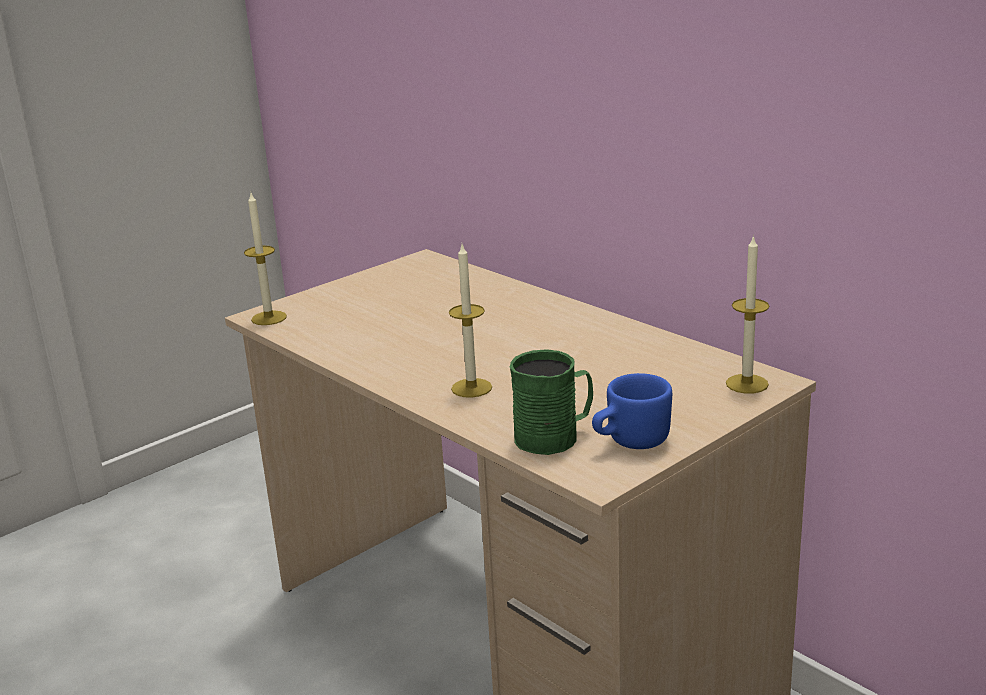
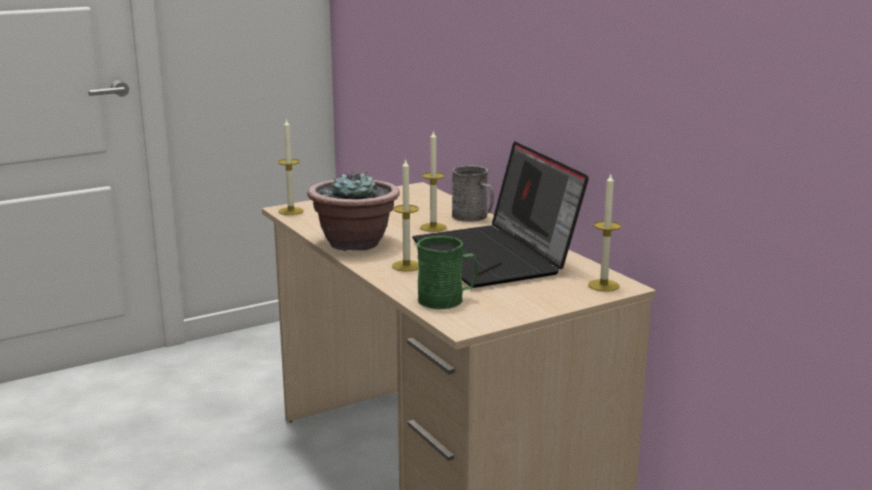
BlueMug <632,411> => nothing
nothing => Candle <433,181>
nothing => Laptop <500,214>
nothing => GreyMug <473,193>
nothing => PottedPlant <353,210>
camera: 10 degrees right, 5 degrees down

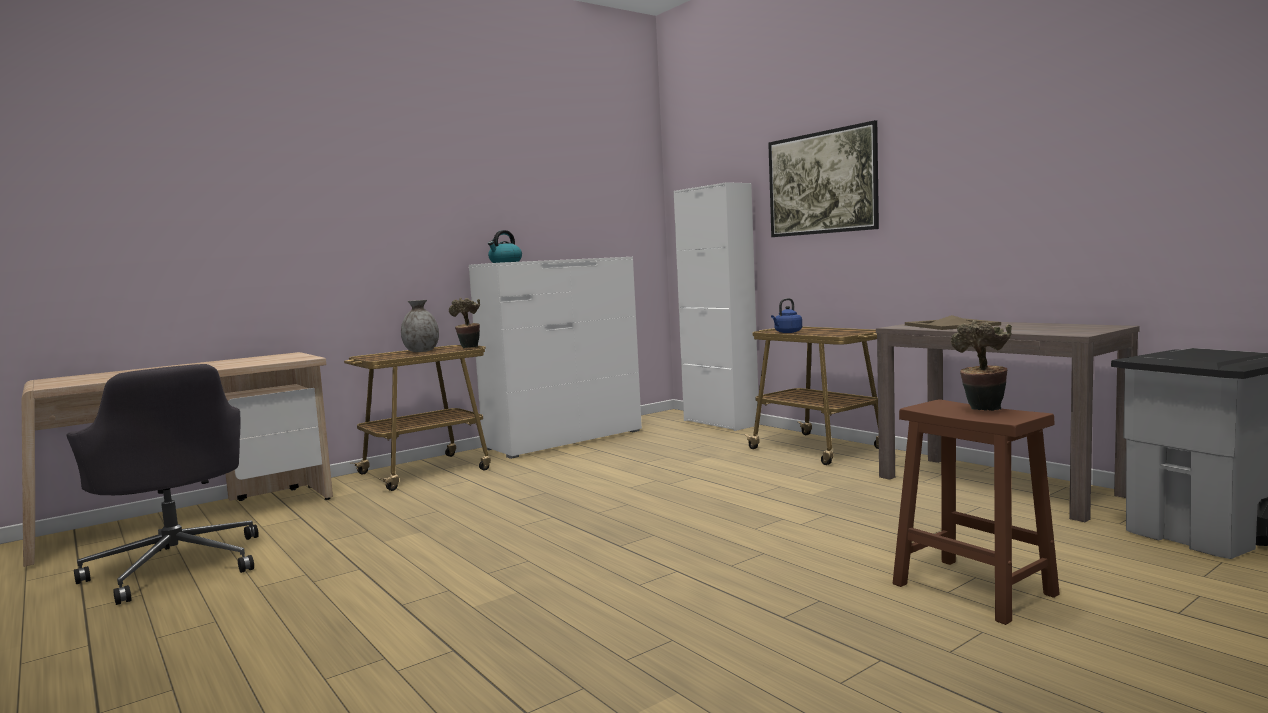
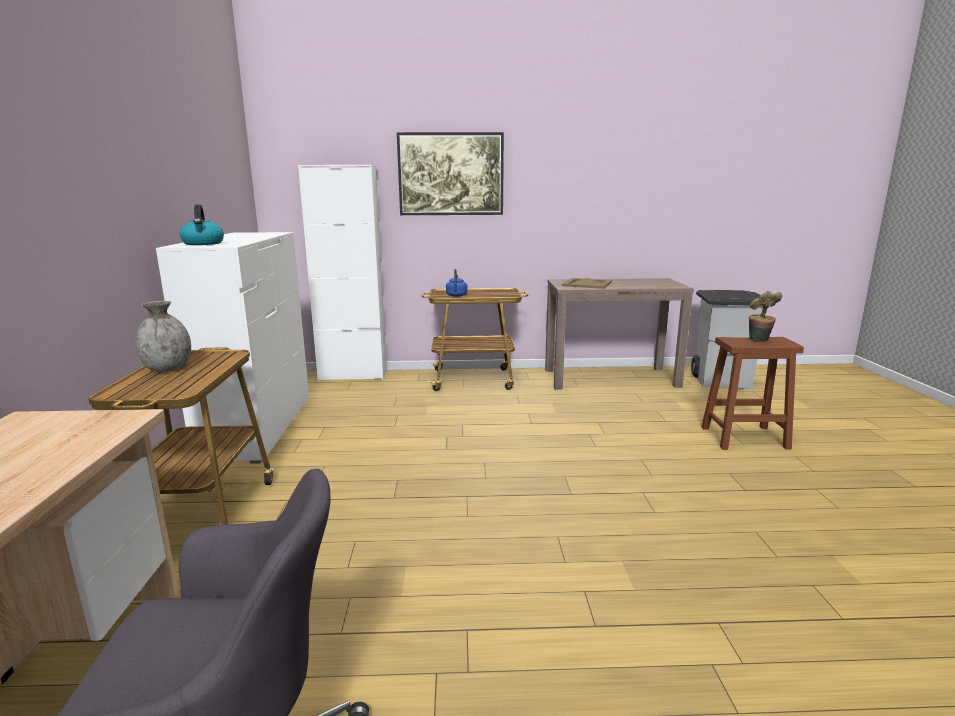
PottedPlant <464,322> => nothing
camera: 55 degrees left, 10 degrees up

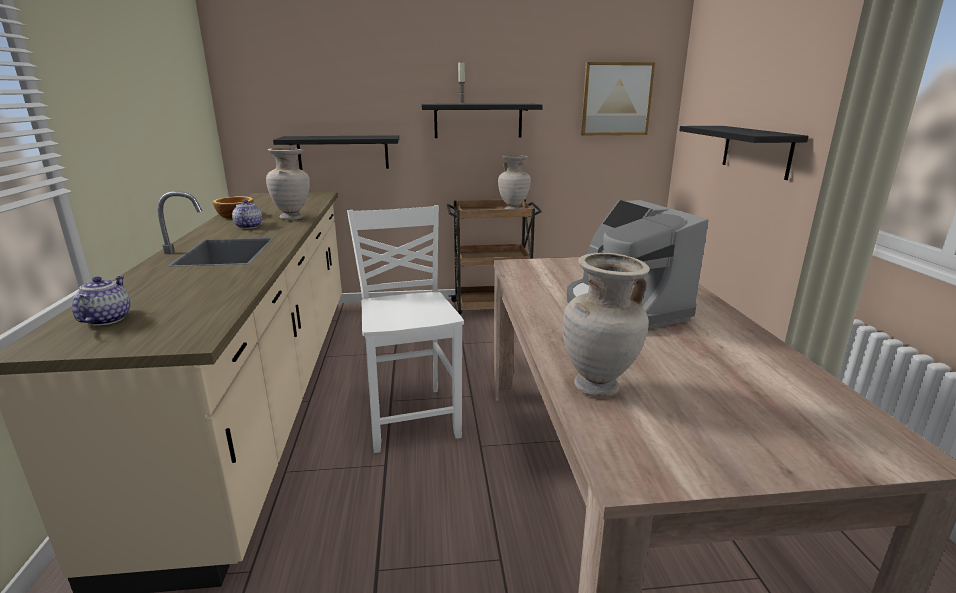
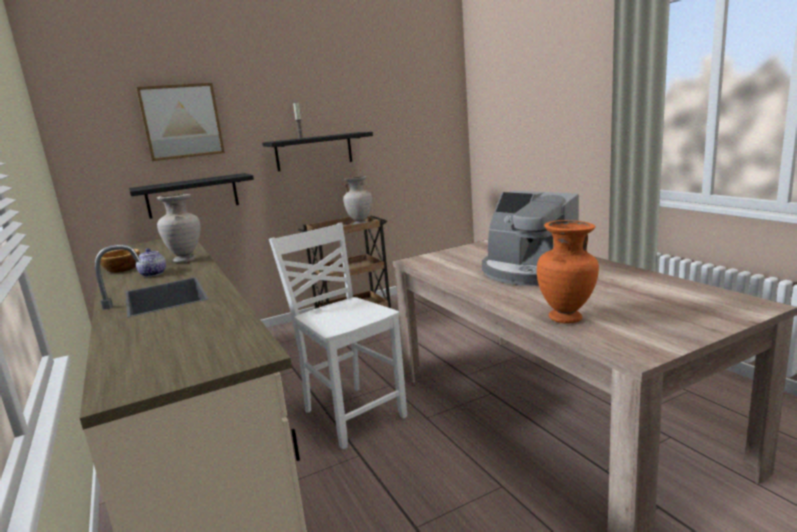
Picture <618,98> => Picture <180,122>, relocated
BlackShelf <744,153> => nothing
BeigeVase <606,325> => OrangeVase <568,272>
Teapot <101,301> => nothing
camera: 20 degrees left, 5 degrees down

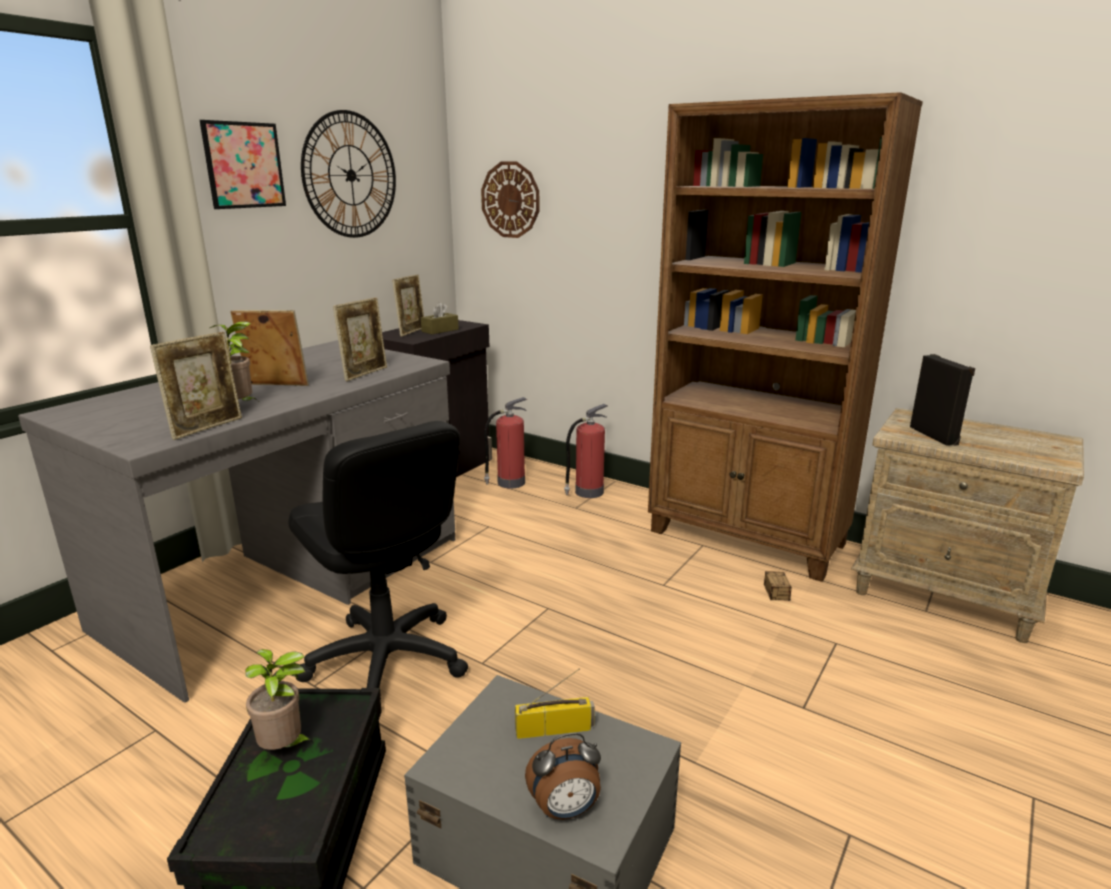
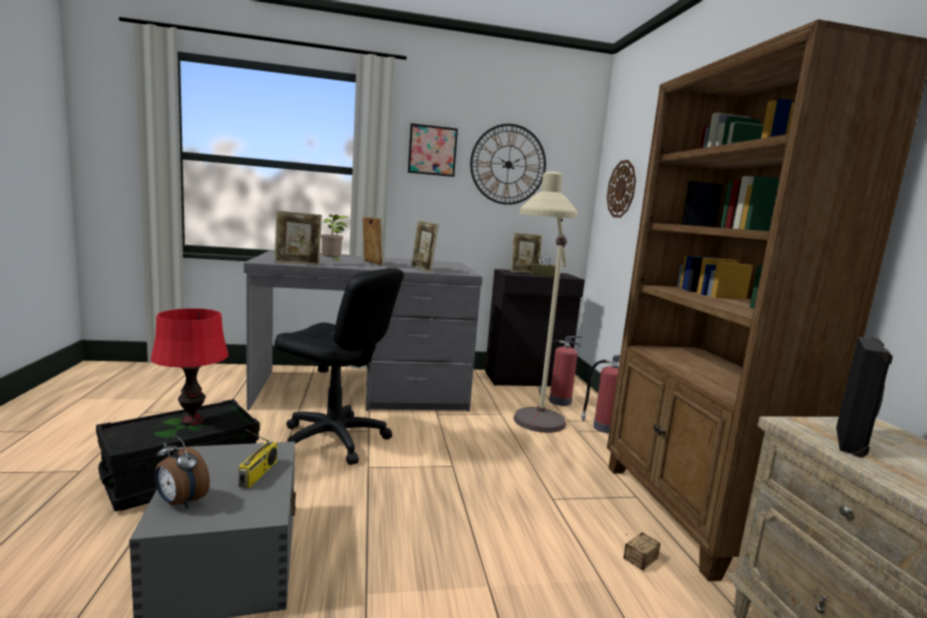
PictureFrame <360,339> => PictureFrame <425,246>, 75 degrees clockwise
BlackOfficeChair <378,554> => BlackOfficeChair <339,366>, 75 degrees counterclockwise
PottedPlant <279,699> => RedTableLamp <189,366>
Radio <555,703> => Radio <258,459>, 60 degrees clockwise
nothing => BeigeFloorLamp <546,302>
camera: 45 degrees right, 10 degrees down

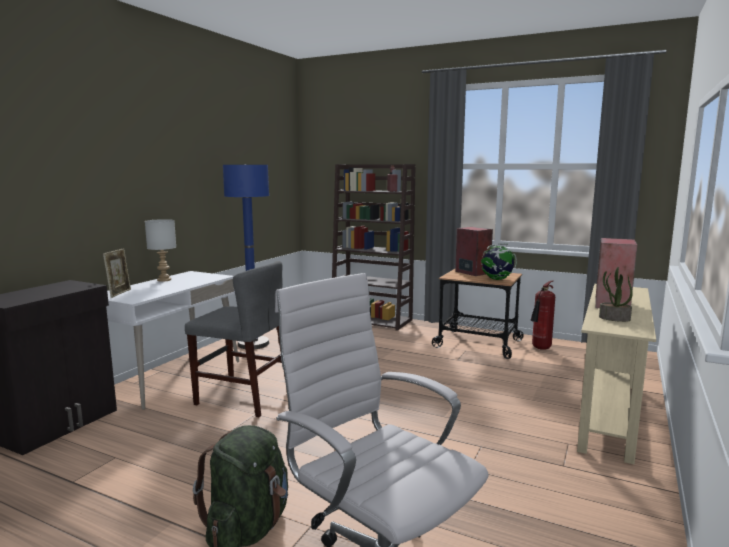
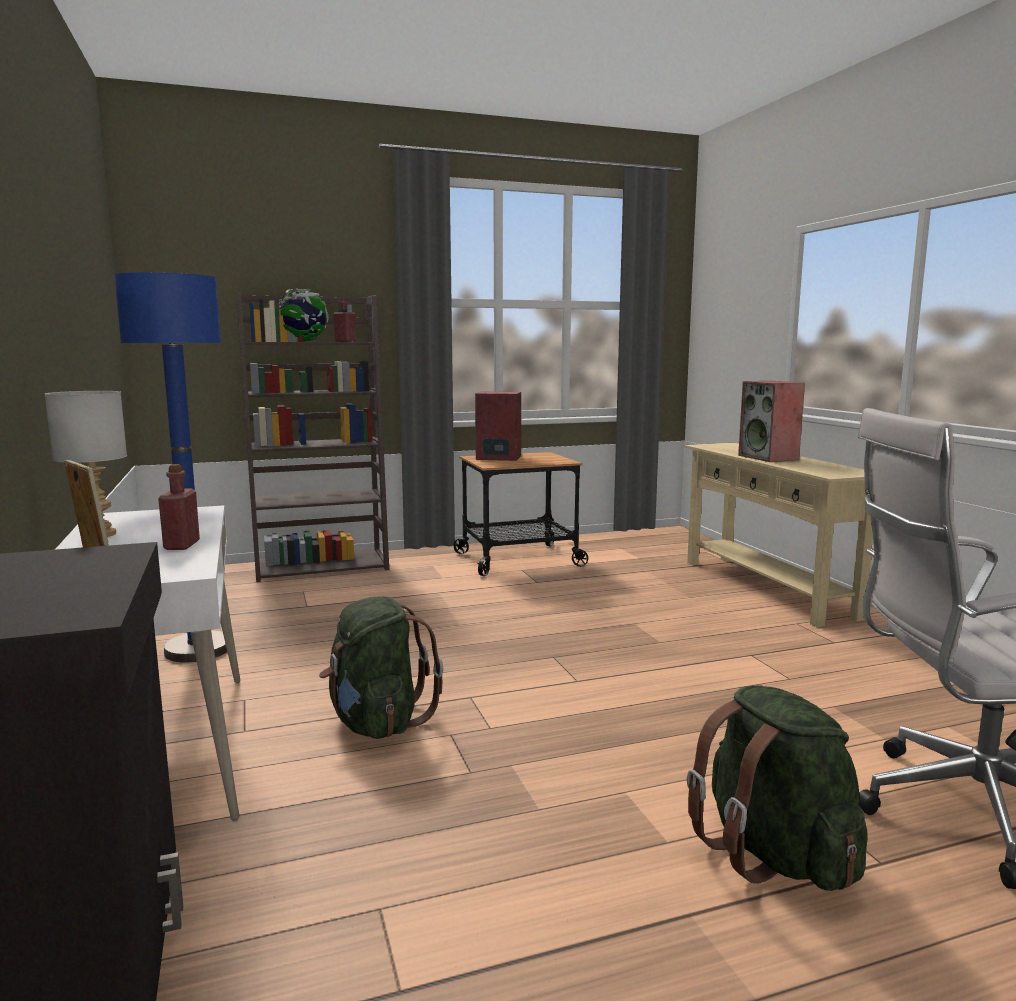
Globe <499,261> => Globe <304,315>, relocated
GreyChair <235,339> => GreenBackpack <381,667>
PottedPlant <616,294> => nothing
FireExtinguisher <542,315> => nothing
nothing => RedBottle <179,507>
camera: 45 degrees left, 0 degrees up

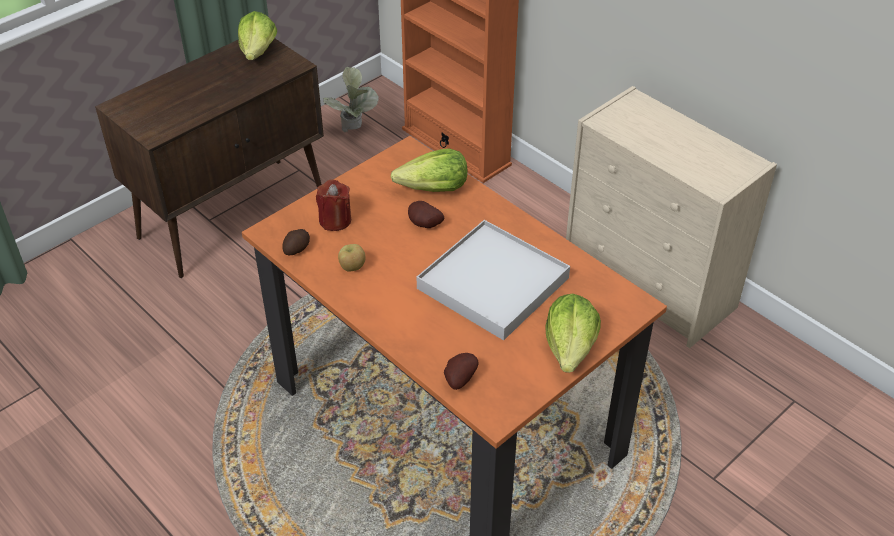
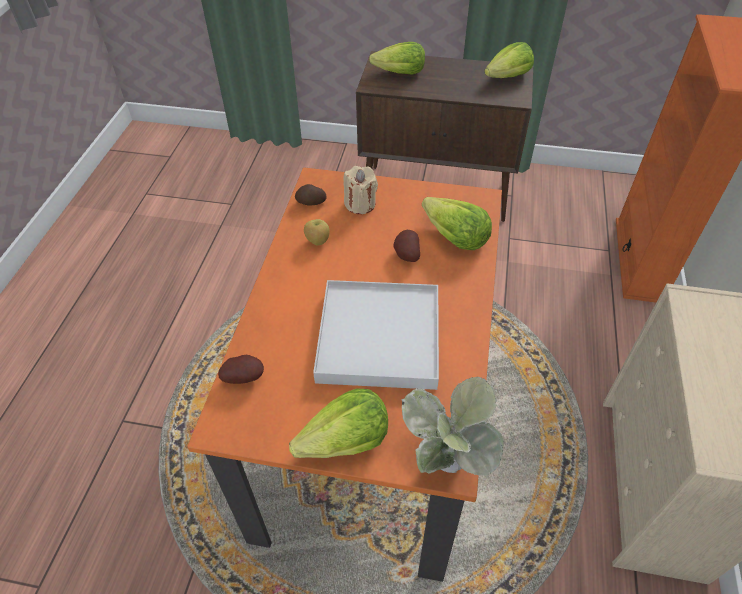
PottedPlant <351,99> => PottedPlant <452,426>, relocated
RedCandle <333,205> => BeigeCandle <360,190>
nothing => Lettuce <397,58>
camera: 55 degrees right, 5 degrees up

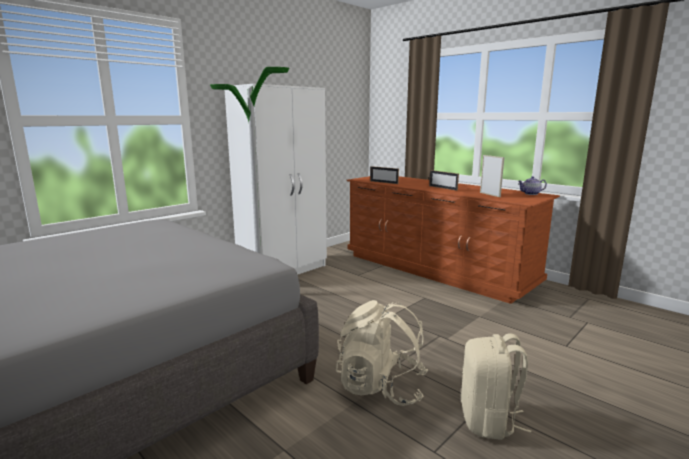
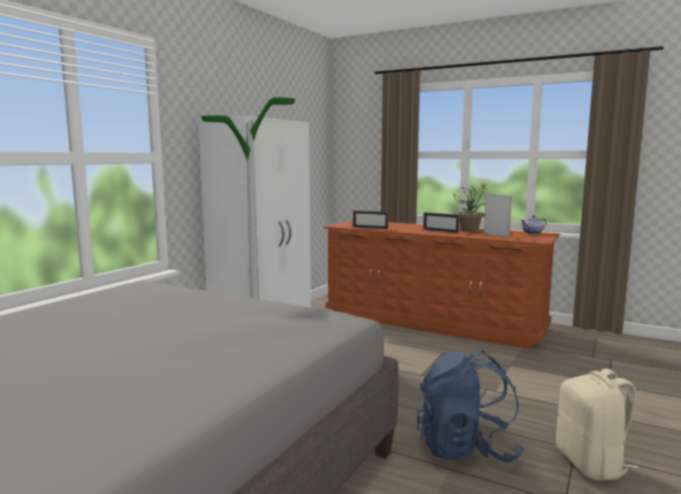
BeigeBackpack <382,353> => BlueBackpack <471,407>
nothing => PottedPlant <469,208>
camera: 15 degrees left, 5 degrees down

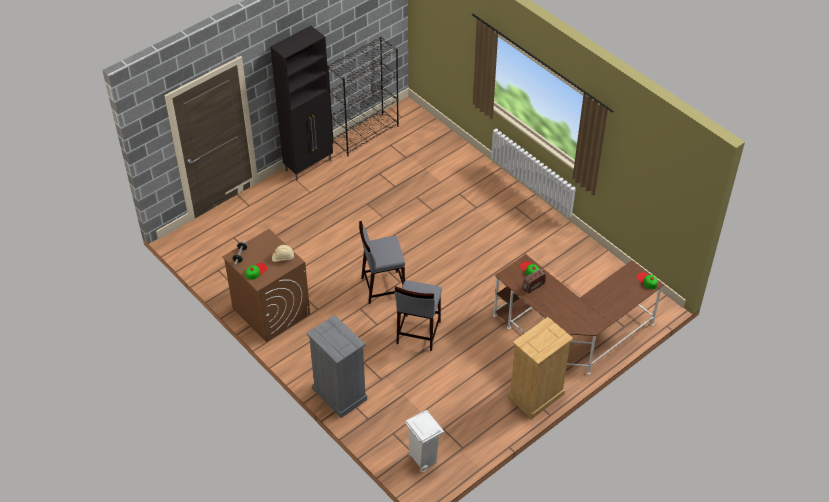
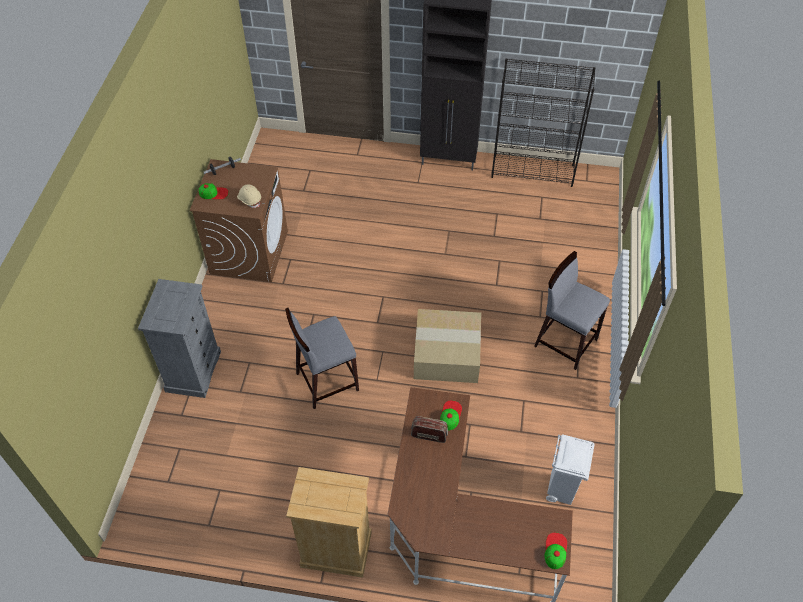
GreyStool <382,262> => GreyStool <572,310>, relocated
WhiteTrashCan <424,441> => WhiteTrashCan <570,469>, relocated
nothing => CardboardBox <447,346>
camera: 50 degrees right, 5 degrees up

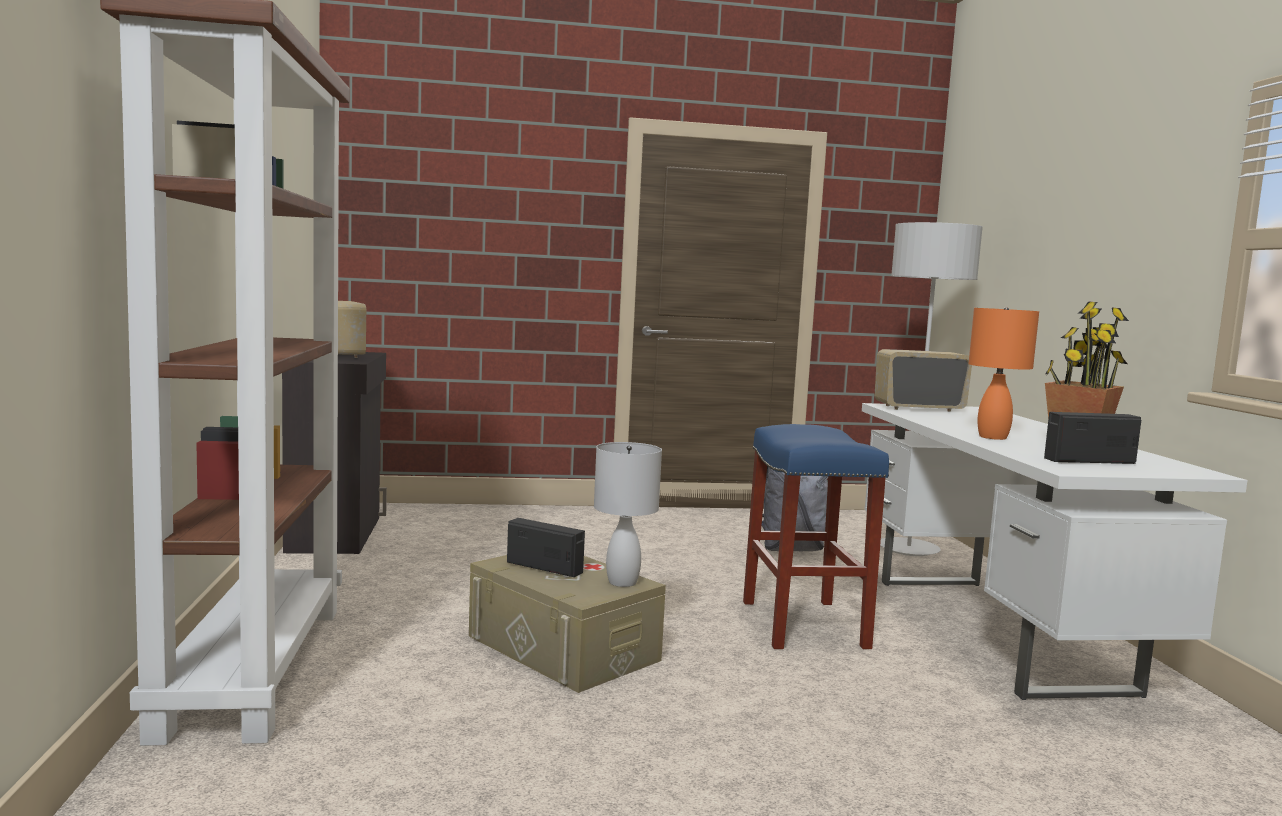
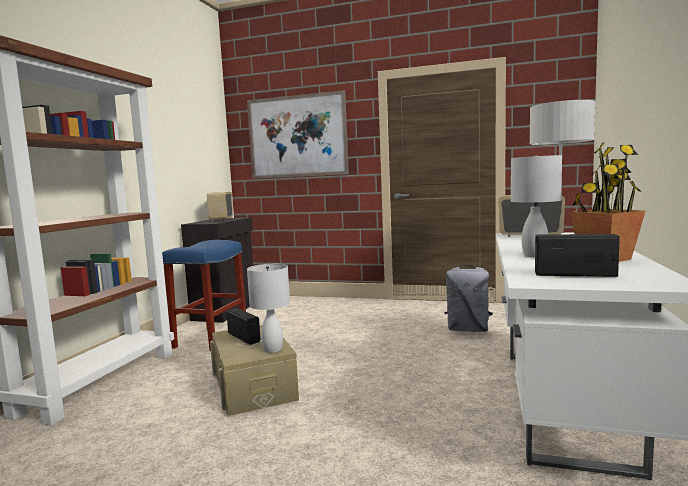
OrangeTableLamp <1003,373> => WhiteTableLamp <536,206>
BlueStool <816,536> => BlueStool <204,296>, relocated
nothing => Picture <298,134>
camera: 25 degrees right, 0 degrees up

